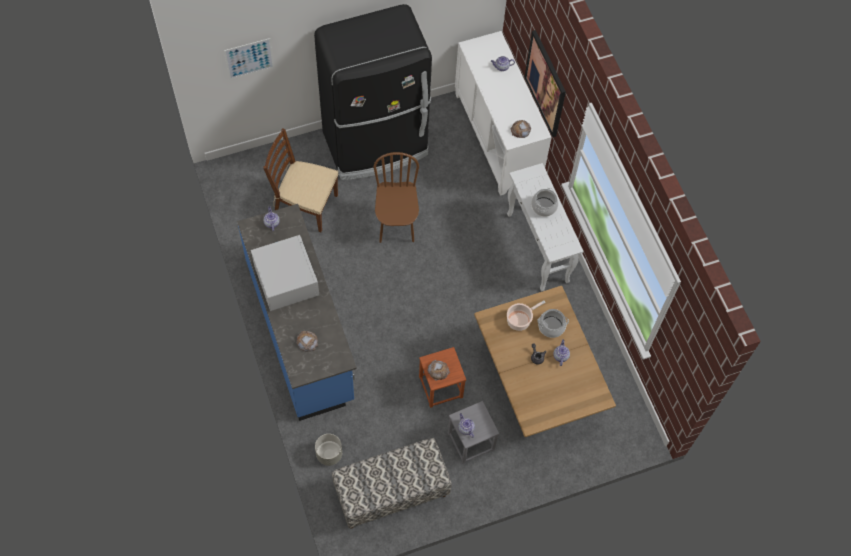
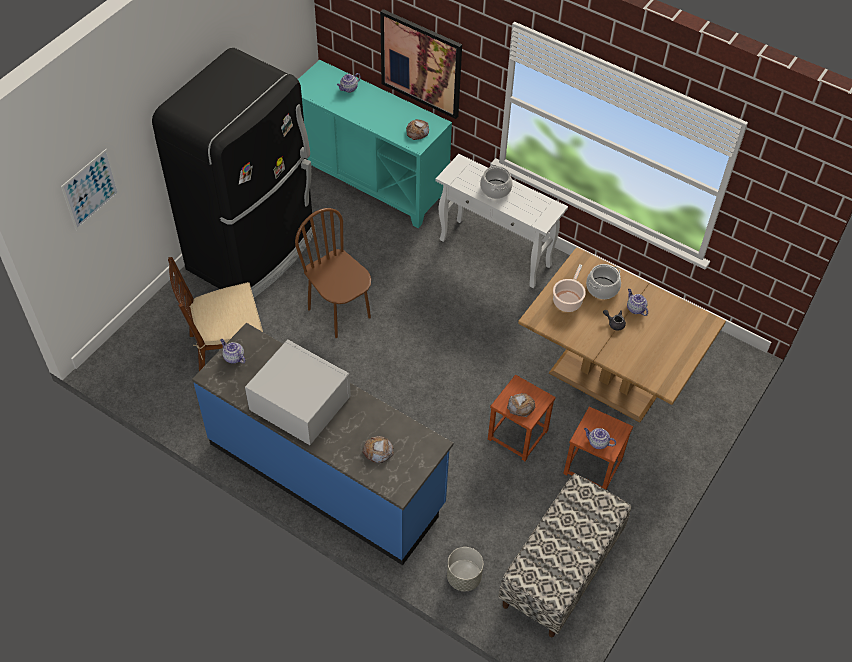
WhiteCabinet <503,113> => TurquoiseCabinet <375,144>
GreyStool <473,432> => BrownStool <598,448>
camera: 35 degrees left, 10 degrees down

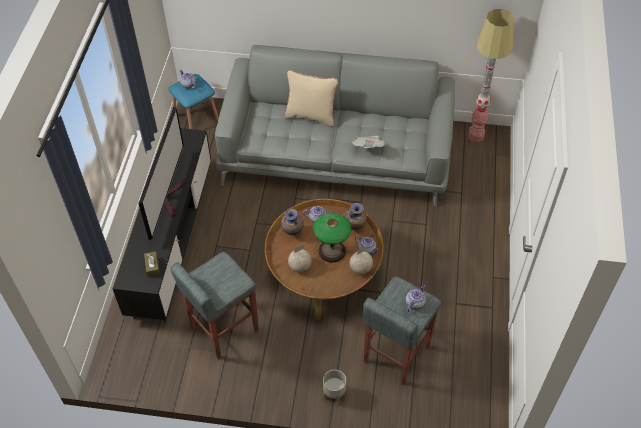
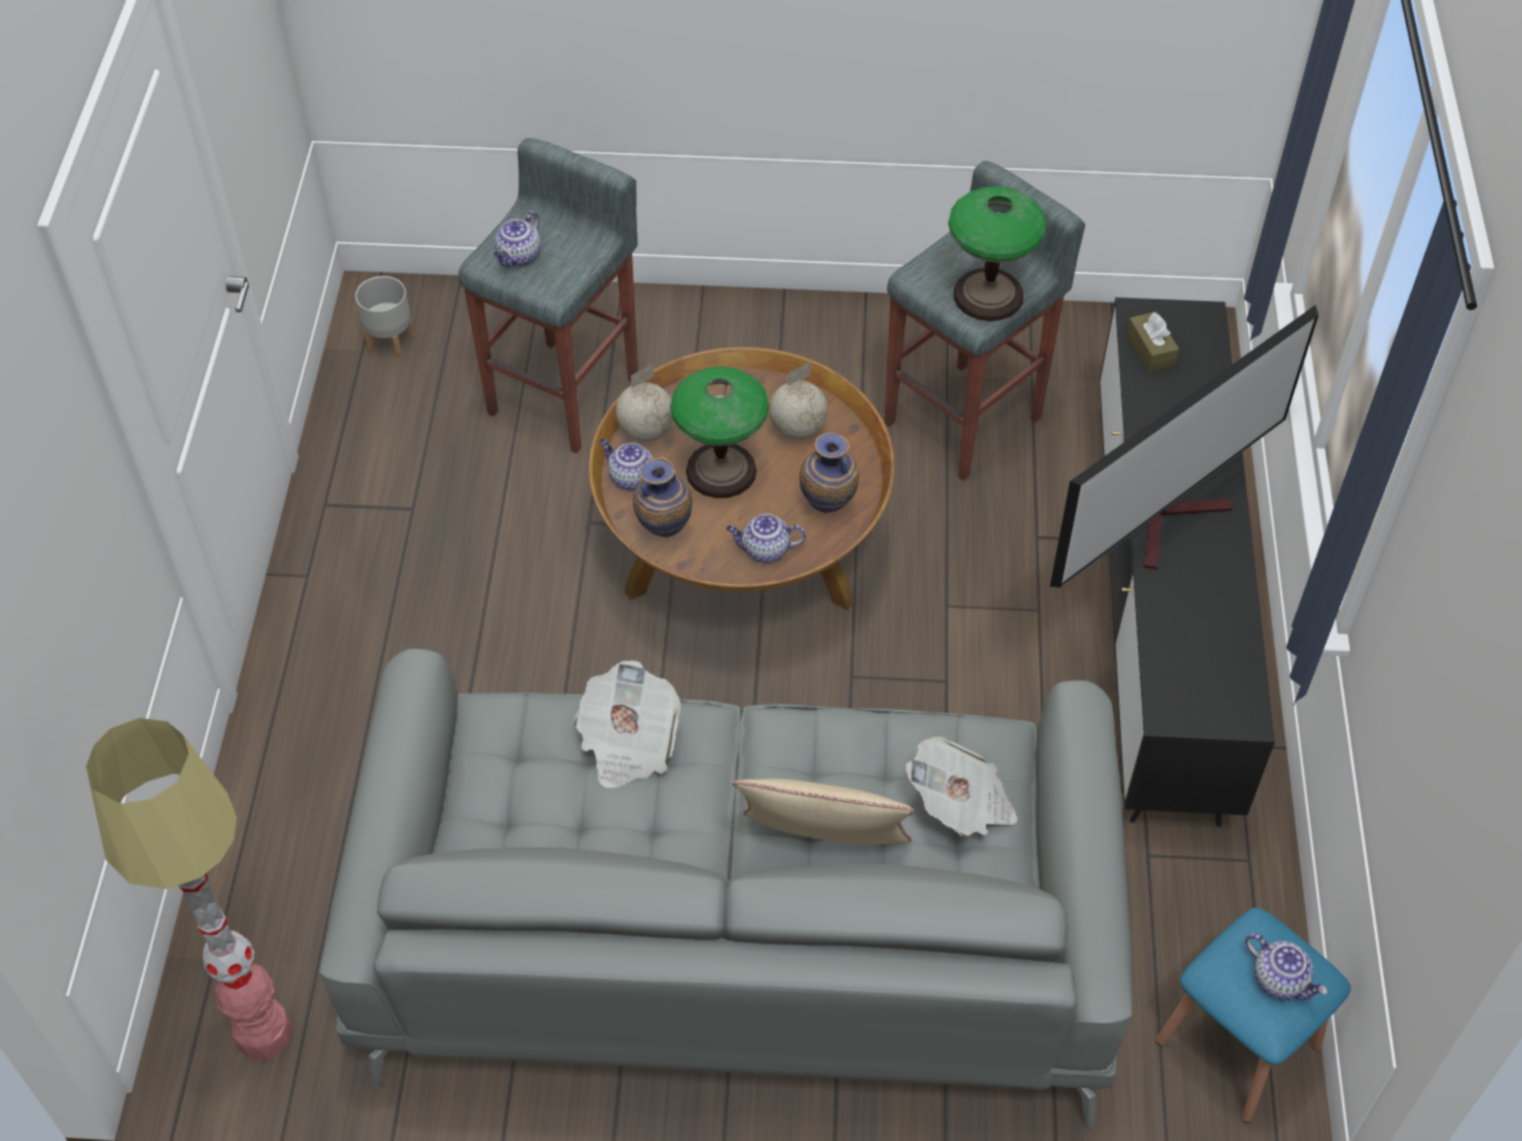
Television <162,173> => Television <1184,446>, 135 degrees counterclockwise
GreyPlanter <334,387> => GreyPlanter <384,317>, relocated
nothing => TableLamp <997,253>
nothing => Newspaper <962,786>
camera: 175 degrees right, 0 degrees up

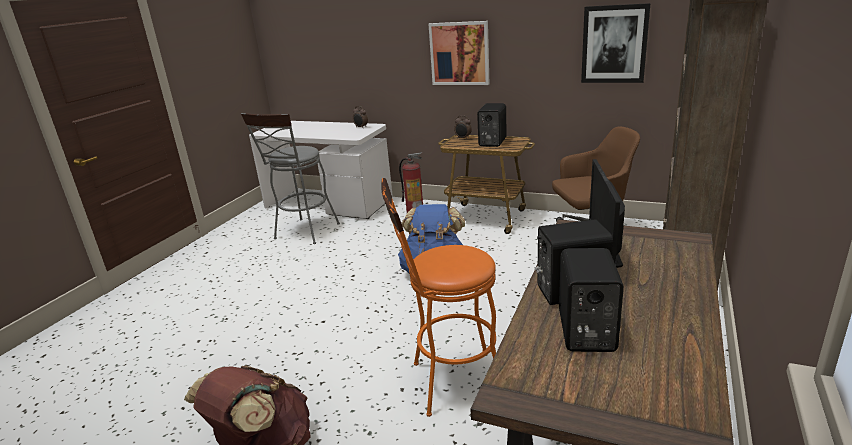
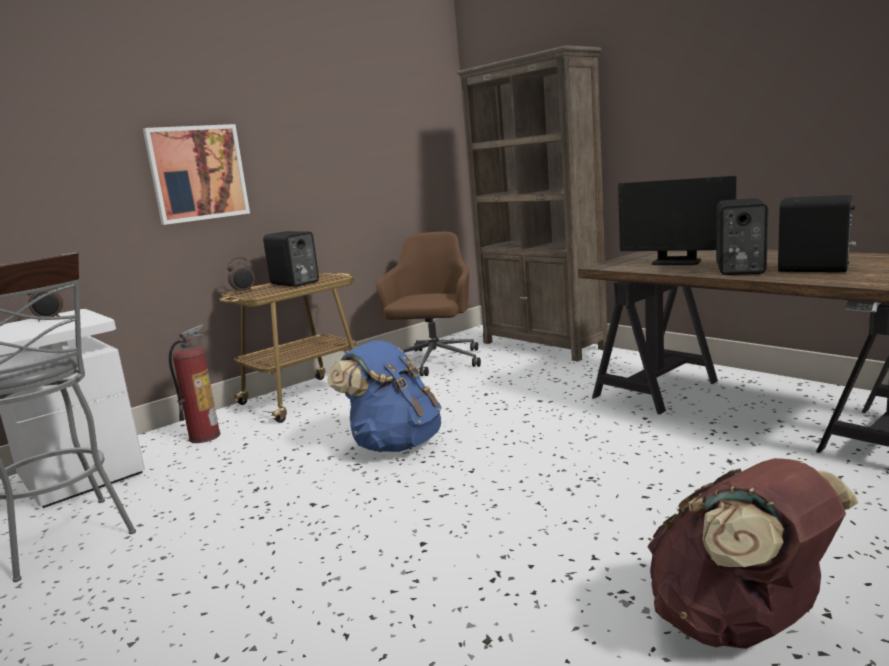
Picture <616,43> => nothing
OrangeStool <438,297> => nothing
camera: 65 degrees left, 10 degrees down

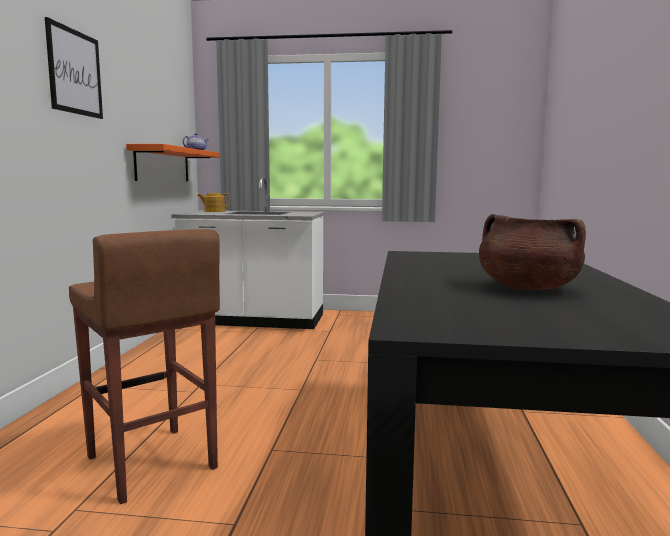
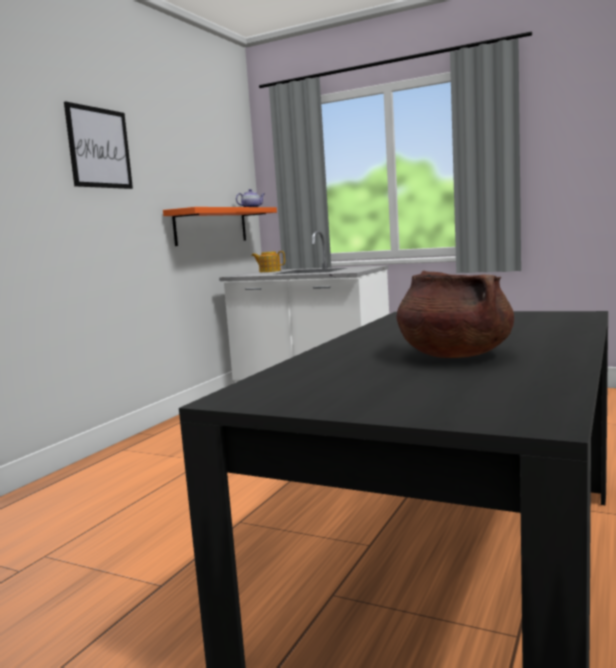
BrownStool <144,366> => nothing
camera: 20 degrees right, 0 degrees up

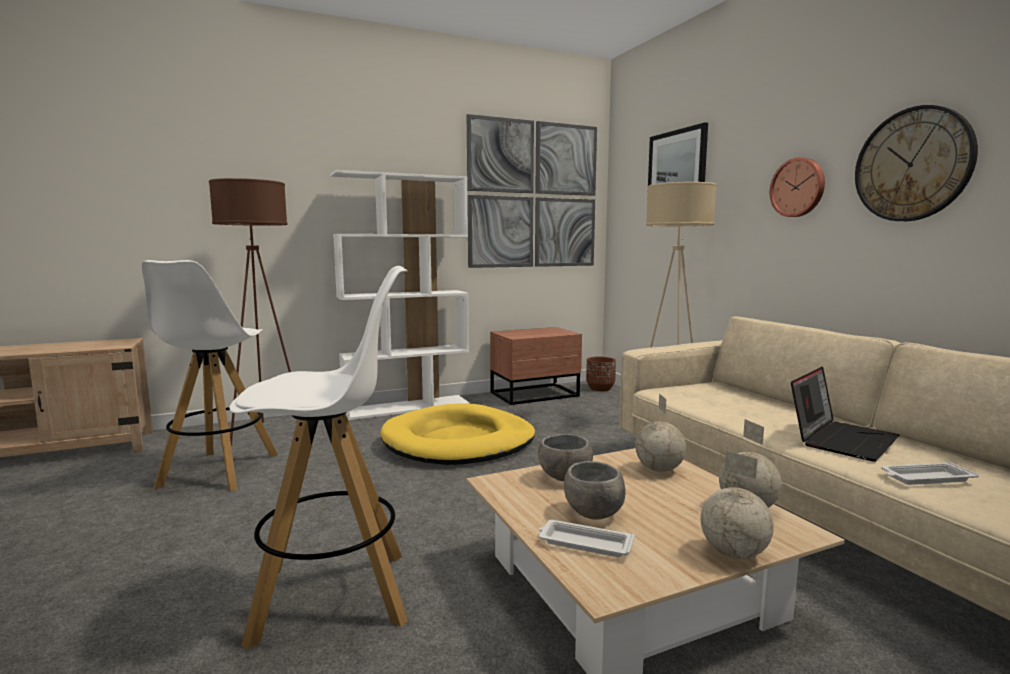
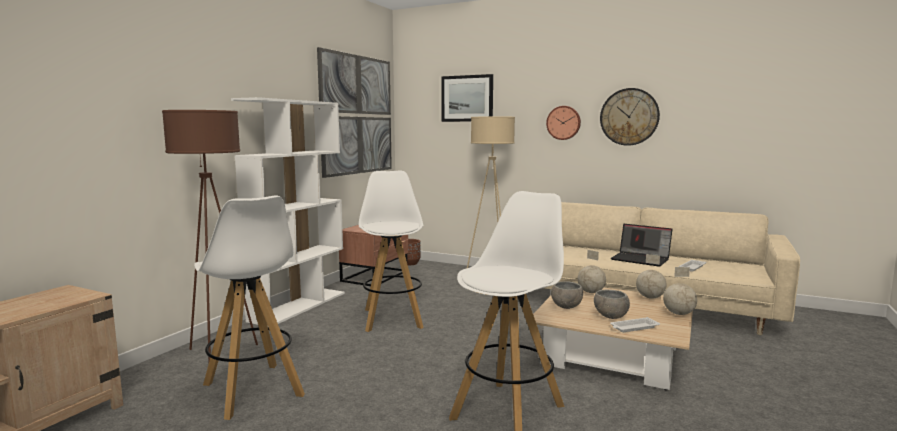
Laptop <845,414> => Laptop <642,245>, 120 degrees clockwise
YellowDogBed <457,434> => WhiteStool <391,251>
camera: 40 degrees left, 0 degrees up

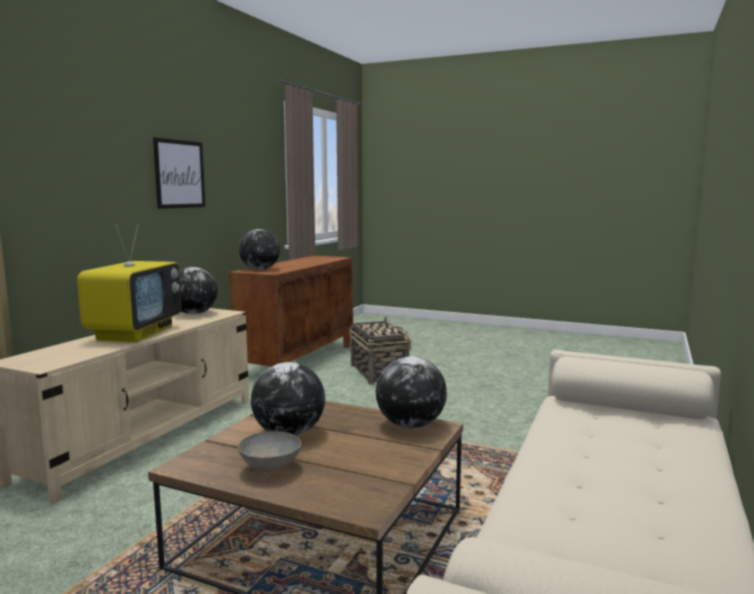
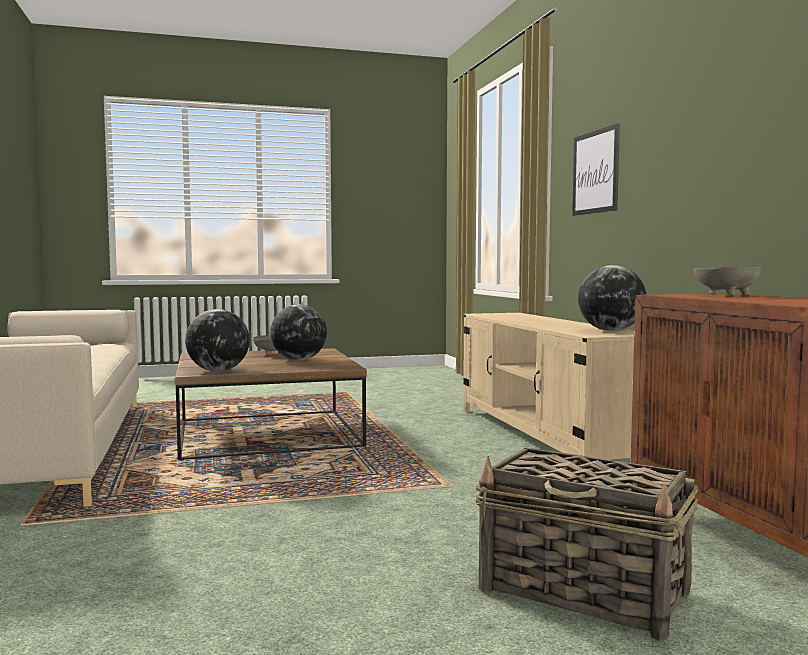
Picture <179,173> => Picture <596,169>, relocated
Television <129,283> => nothing
Globe <259,249> => GreyBowl <727,281>
camera: 140 degrees right, 5 degrees down

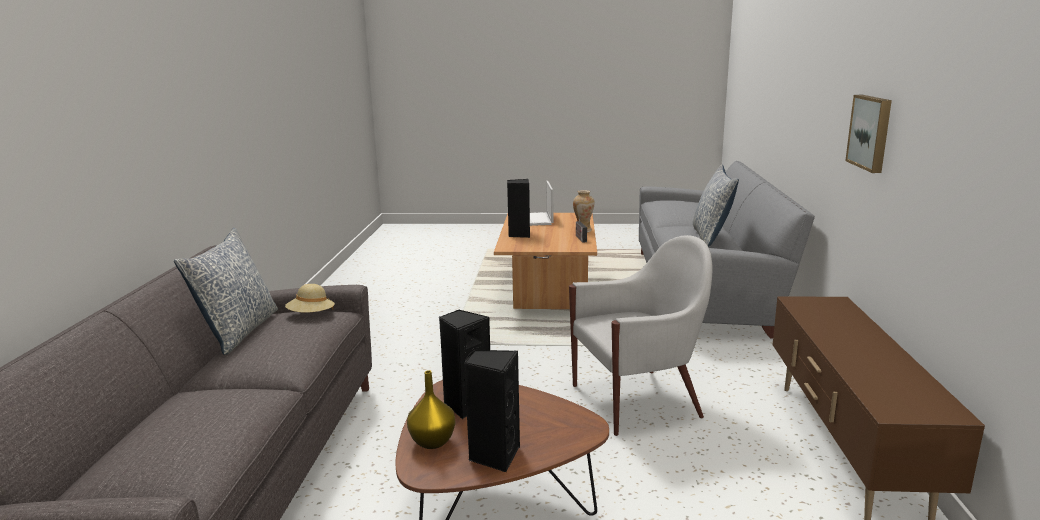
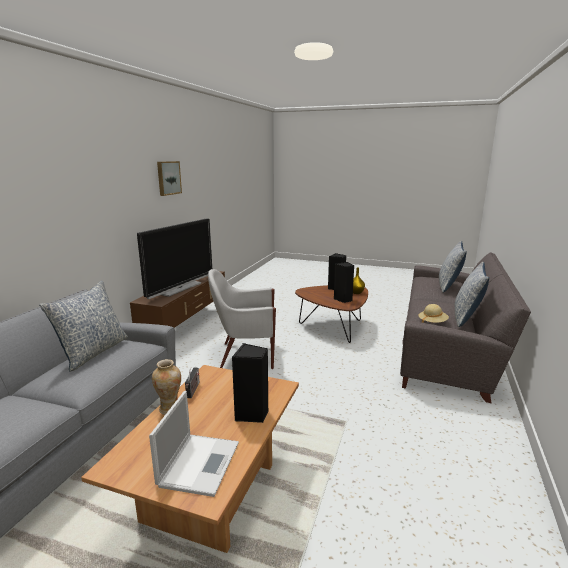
Picture <868,134> => Picture <169,178>, relocated
nothing => Television <174,259>
nothing => Pillow <453,267>
camera: 165 degrees left, 0 degrees up

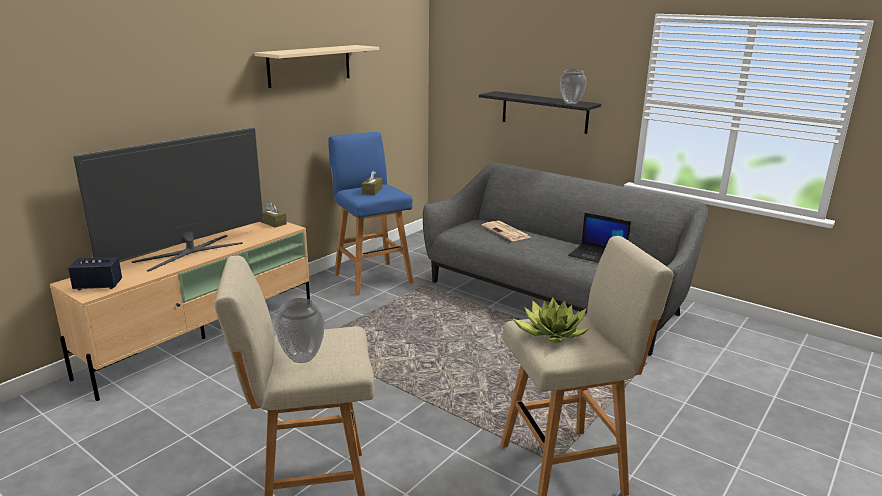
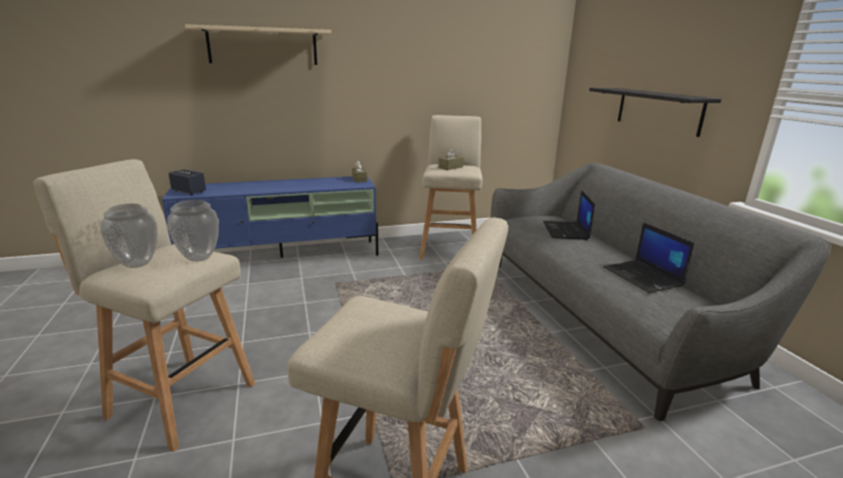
BeigeShelf <317,66> => BeigeShelf <258,44>, relocated
Vase <573,86> => Vase <193,230>, relocated
Television <168,199> => nothing
BlueStool <370,214> => BeigeStool <451,187>
Newspaper <506,231> => Laptop <569,215>
BeigeTvStand <180,311> => BlueTvStand <270,217>
PottedPlant <550,320> => nothing
camera: 35 degrees right, 0 degrees up

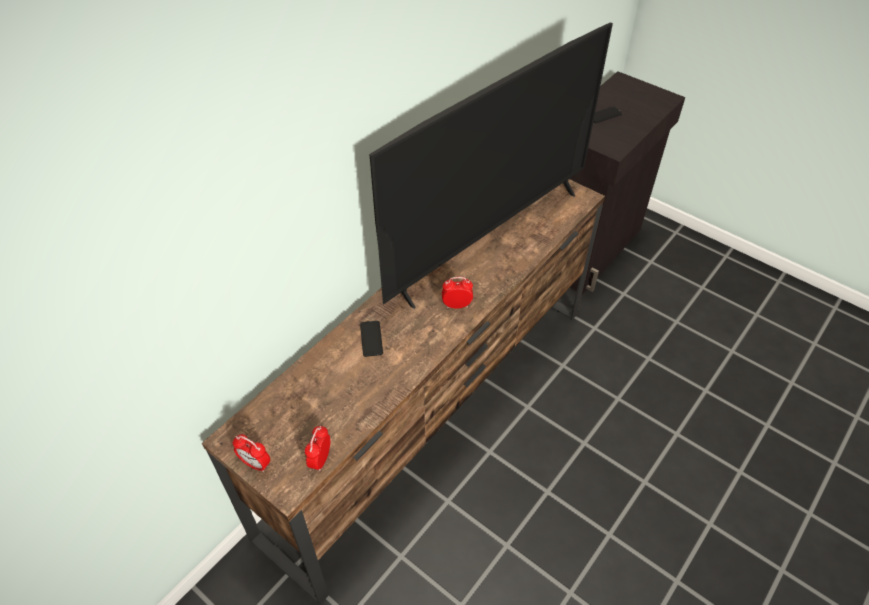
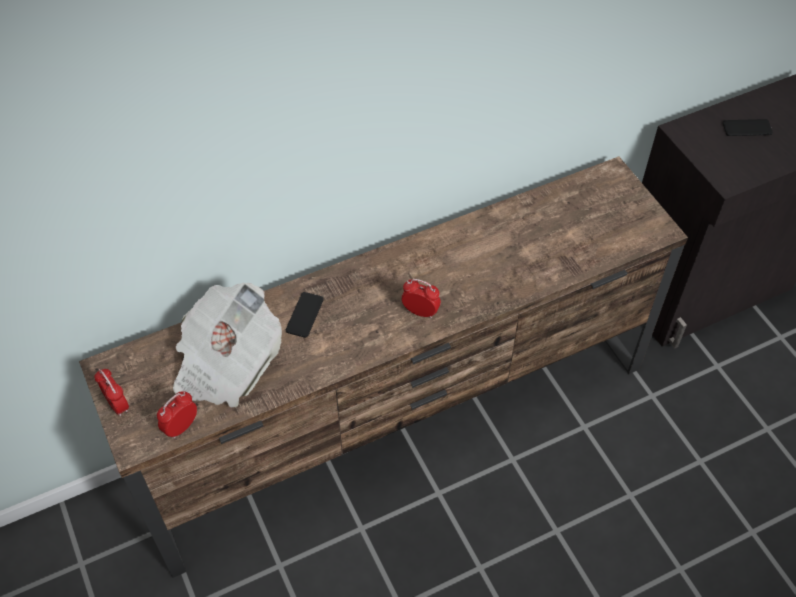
Television <491,166> => nothing
nothing => Newspaper <227,345>
camera: 25 degrees right, 5 degrees up

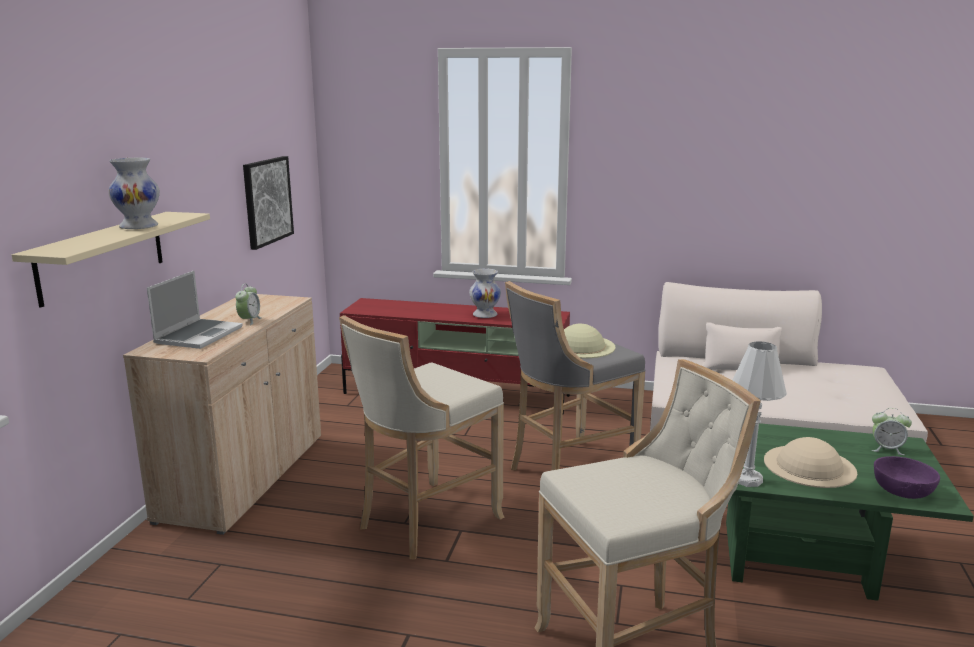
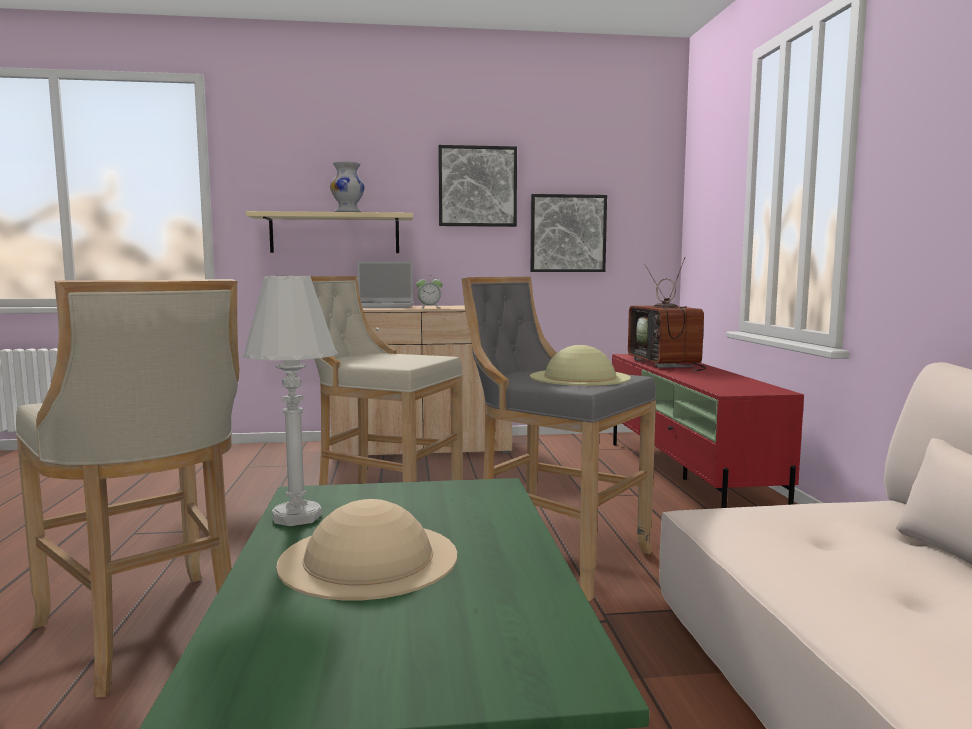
WhiteVase <485,293> => nothing
AlarmClock <892,431> => nothing
PurpleBowl <907,477> => nothing
nothing => Picture <477,186>
nothing => Television <667,314>
camera: 70 degrees right, 10 degrees down

